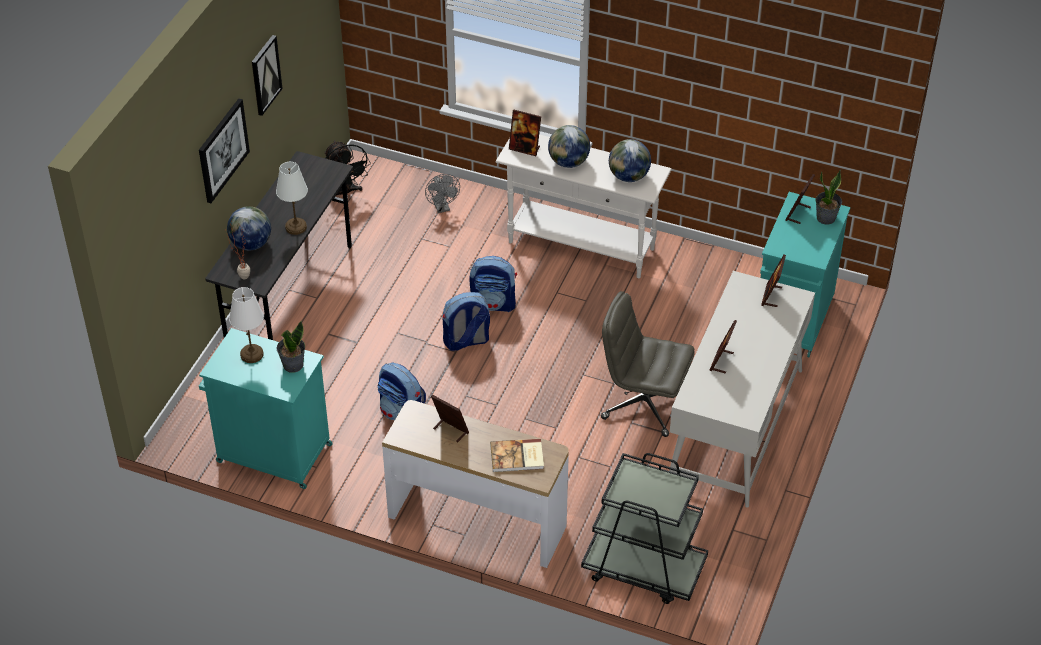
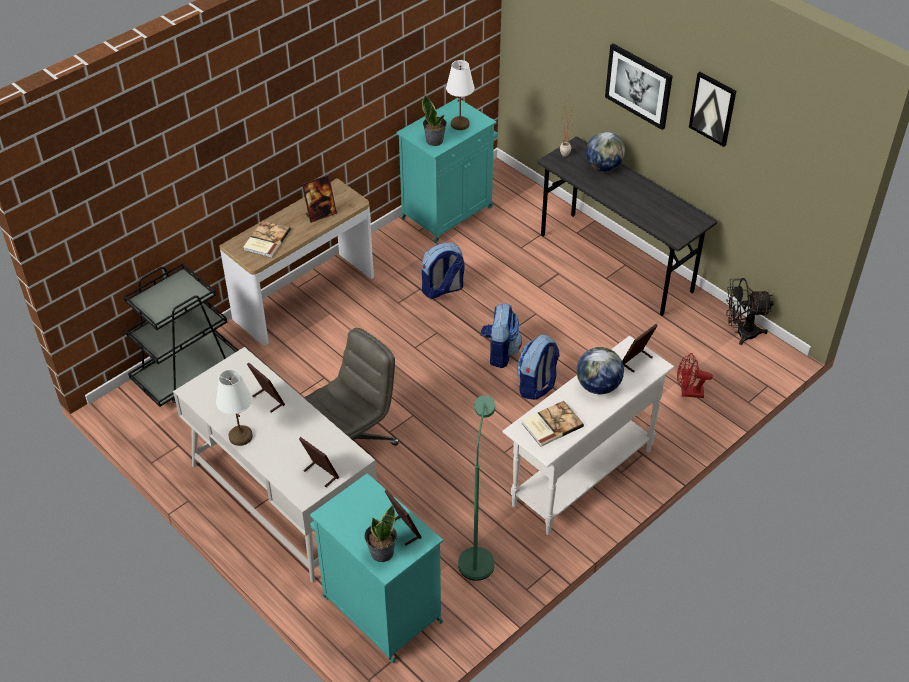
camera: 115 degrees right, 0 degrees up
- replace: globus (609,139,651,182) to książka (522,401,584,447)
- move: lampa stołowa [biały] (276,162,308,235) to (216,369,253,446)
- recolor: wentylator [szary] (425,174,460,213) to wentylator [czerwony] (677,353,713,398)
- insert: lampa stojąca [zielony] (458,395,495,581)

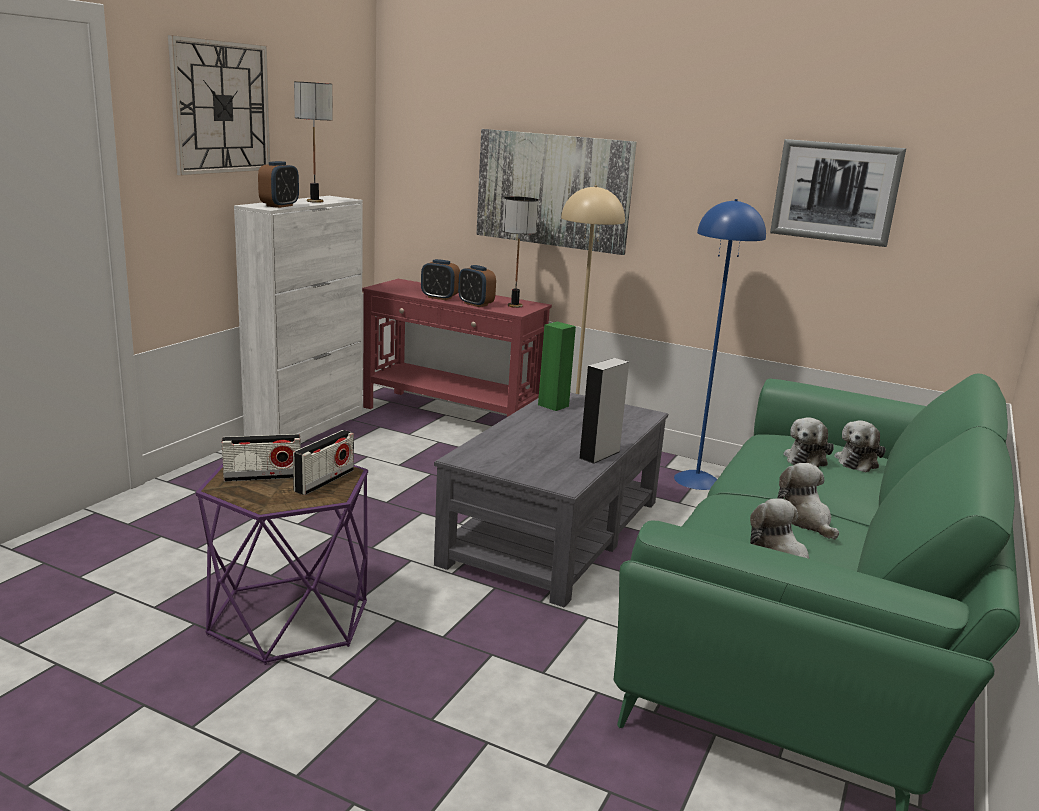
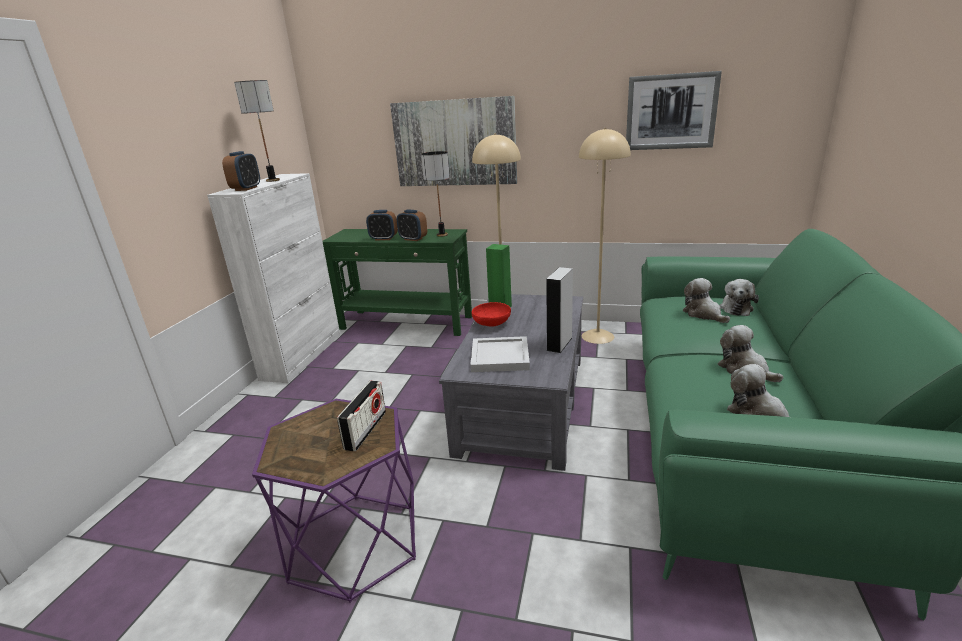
camera: 10 degrees left, 5 degrees up
- delete: zegar ścienny (168,35,270,175)
- recolor: lampa stojąca [niebieski] (674,199,766,490) to lampa stojąca [beżowy] (579,128,631,344)
- recolor: stolik konsolowy [czerwony] (362,279,552,417) to stolik konsolowy [zielony] (322,229,472,336)
- rotate: pluszak (783,417,834,468) = (683,278,730,323) 135 degrees clockwise
- delete: radio (222,434,301,482)
- insert: miska [czerwony] (471,302,511,327)
- insert: taca [biały] (470,336,530,372)

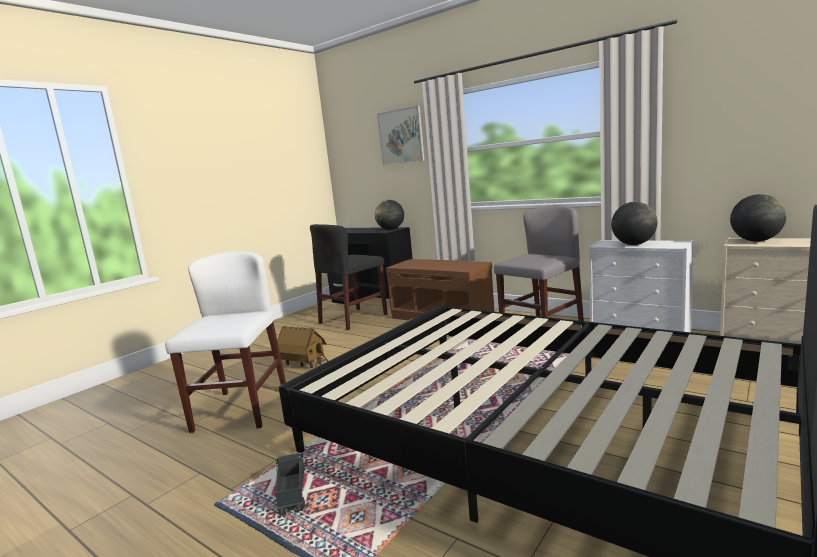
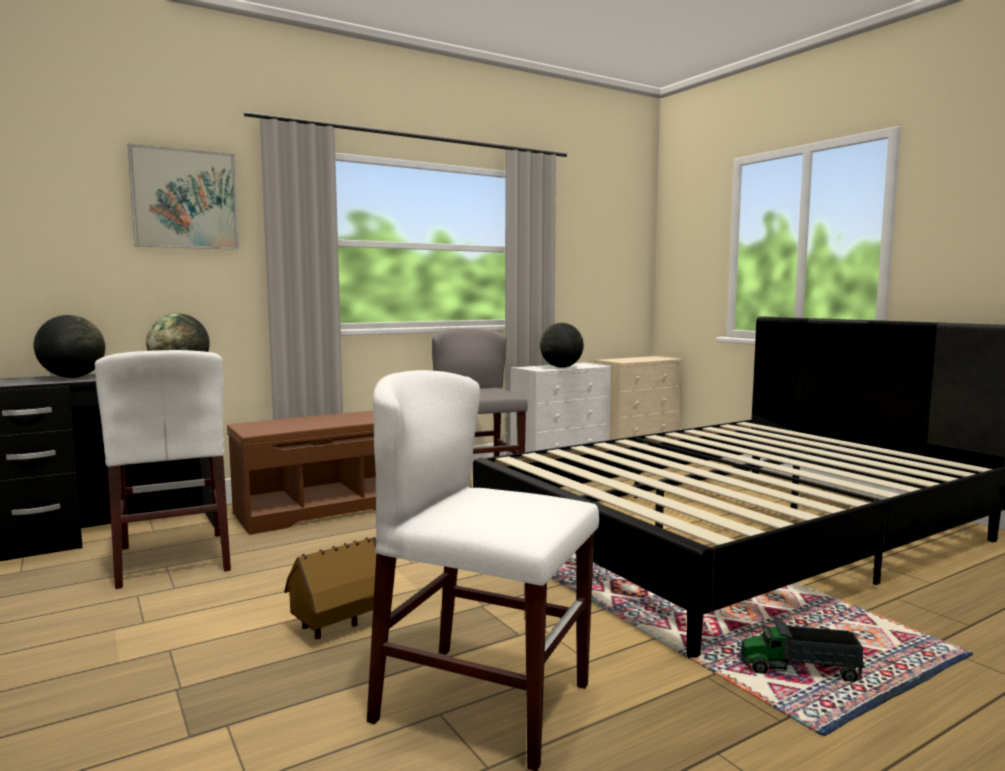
camera: 70 degrees left, 5 degrees down
- move: globus (730,194,786,242) to (34,315,105,378)
- recolor: krzesło [czarny] (310,224,387,330) to krzesło [biały] (95,350,231,589)

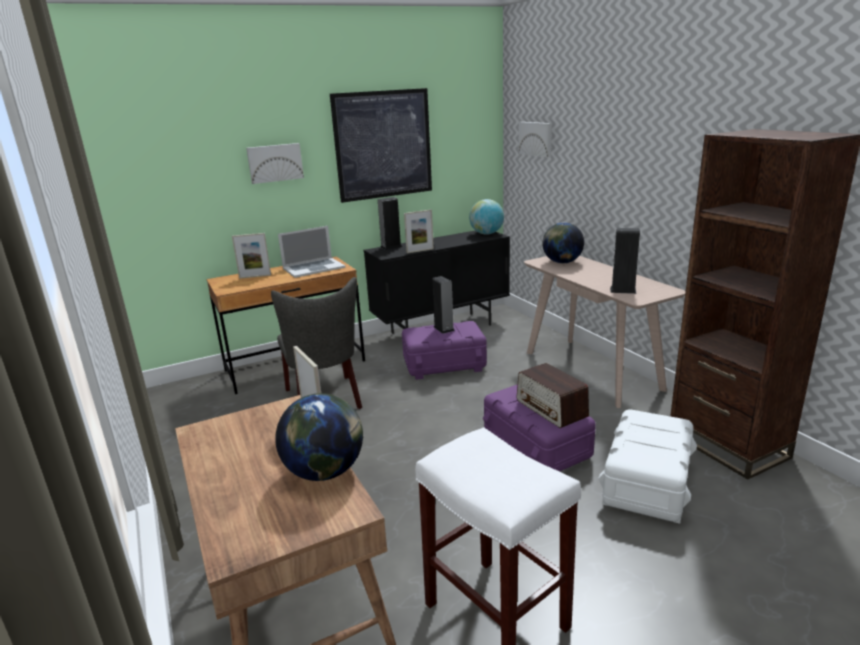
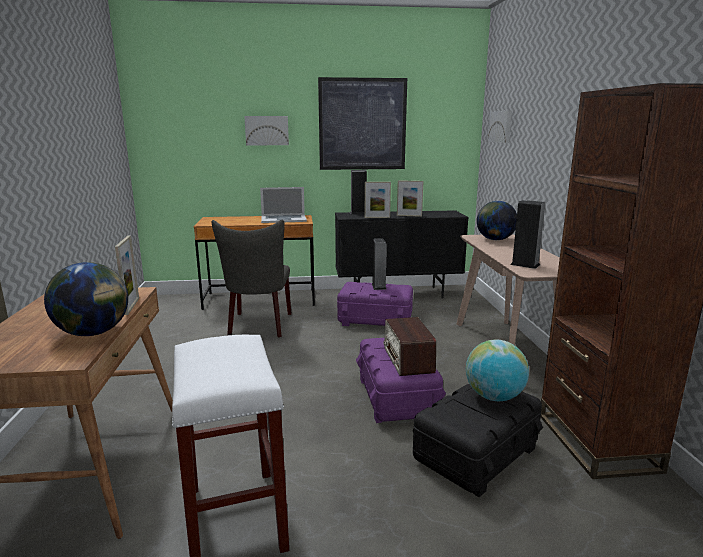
camera: 20 degrees right, 5 degrees down
- move: globus (469,199,504,235) to (466,339,529,401)
- move: ramka na zdjęcie (232,233,271,279) to (397,180,424,217)
- recolor: pojemnik do przechowywania [biały] (598,409,697,524) to pojemnik do przechowywania [czarny] (413,384,543,497)

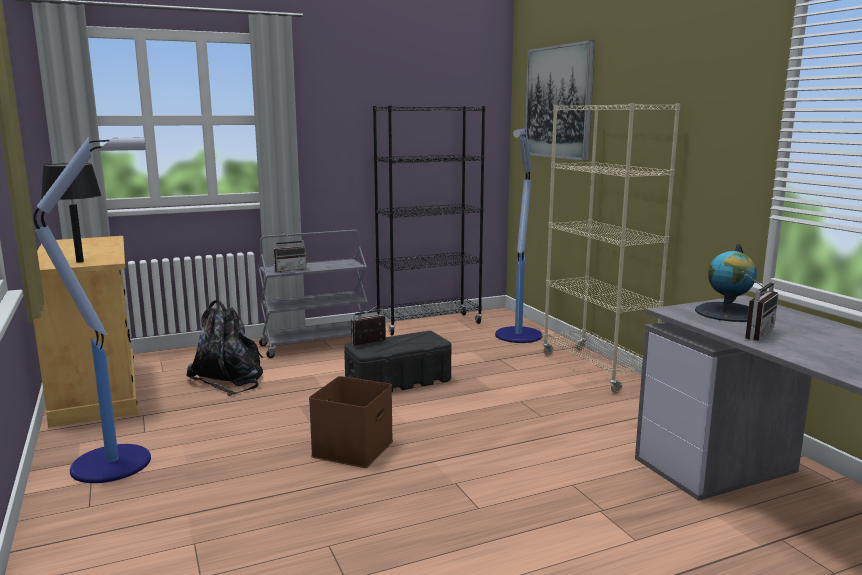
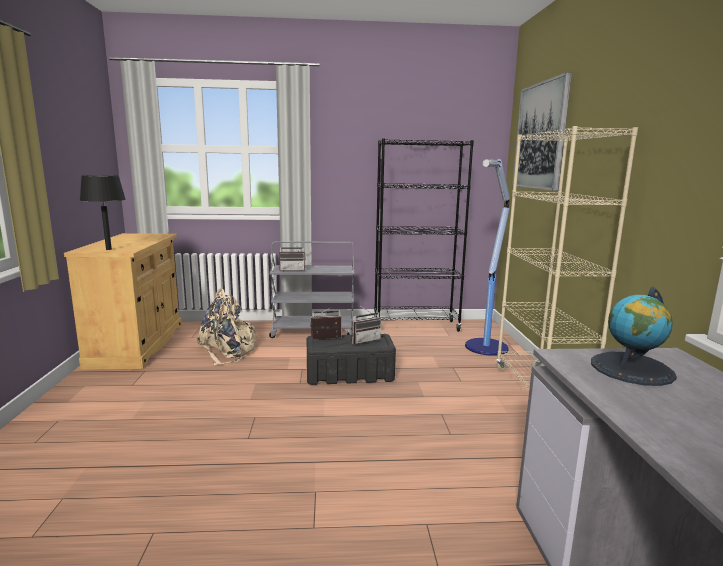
camera: 20 degrees right, 0 degrees up
- delete: lampa stojąca (33,137,151,483)
- move: radio (743,272,779,341) to (352,304,381,344)
- recolor: plecak [czarny] (186,300,263,396) to plecak [beżowy] (197,288,259,365)
- delete: pojemnik do przechowywania [brązowy] (309,376,393,468)

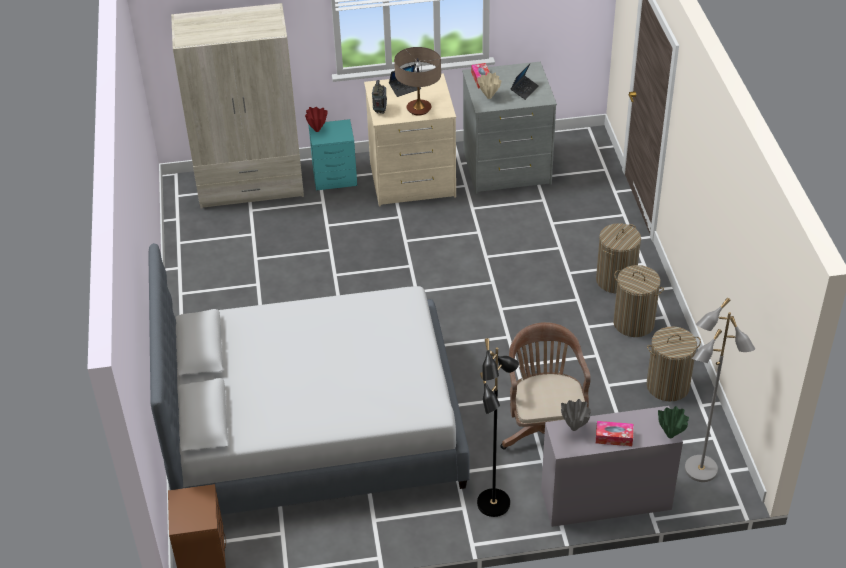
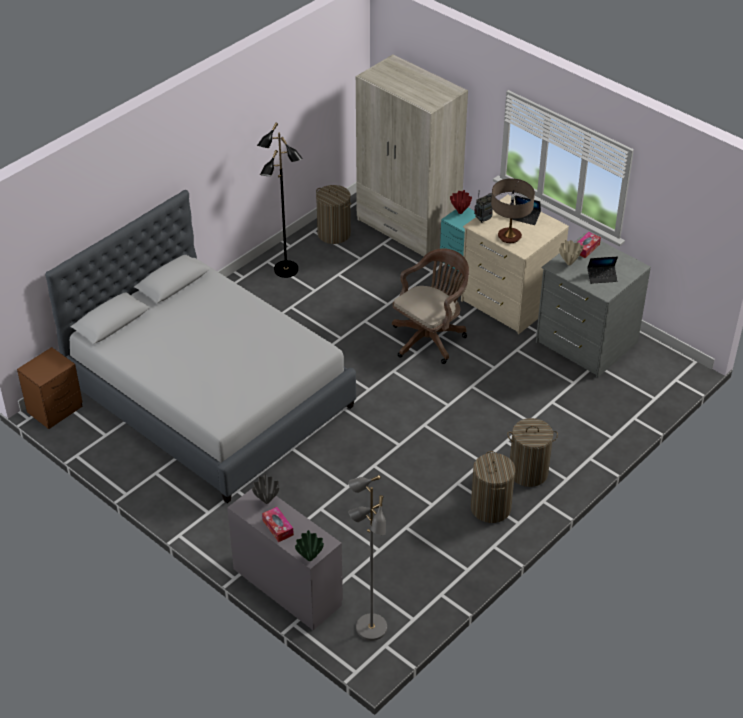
camera: 50 degrees right, 0 degrees up
- move: krzesło biurowe [brązowy] (501,322,591,450) to (392,248,469,364)
- move: kosz na pranie (646,326,701,402) to (316,185,352,244)
- move: lampa stojąca [czarny] (477,338,519,517) to (257,123,303,278)

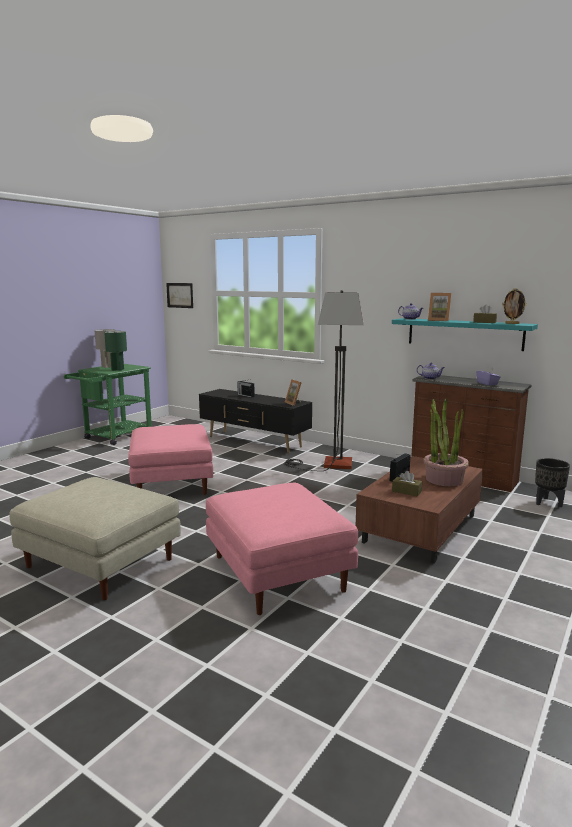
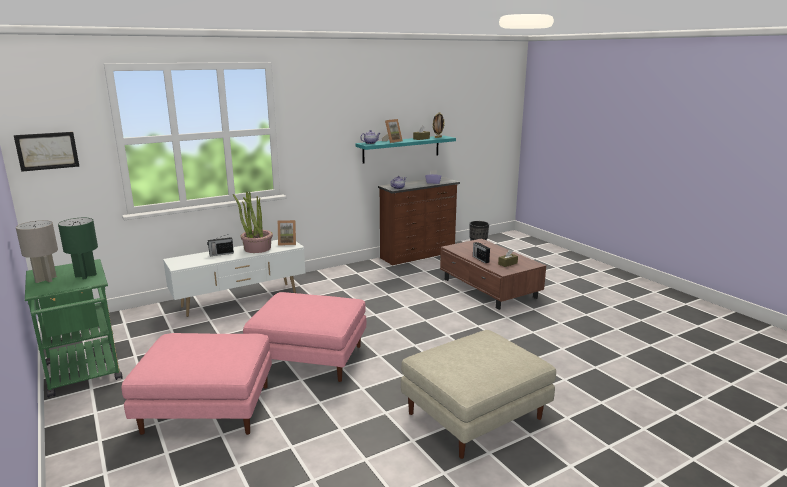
camera: 65 degrees left, 5 degrees up
- delete: lampa stojąca (285,290,364,471)
- recolor: szafka pod telewizor [czarny] (199,389,312,453) to szafka pod telewizor [biały] (163,240,305,317)
- move: roślina doniczkowa (424,398,469,486) to (233,191,273,253)
- move: pufa [różowy] (206,483,358,615) to (121,333,272,435)

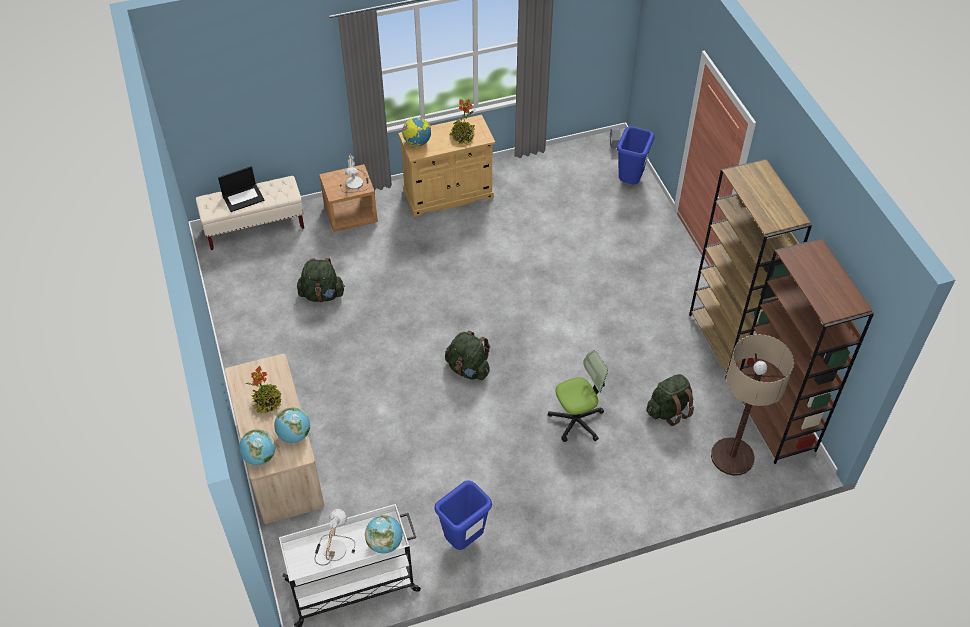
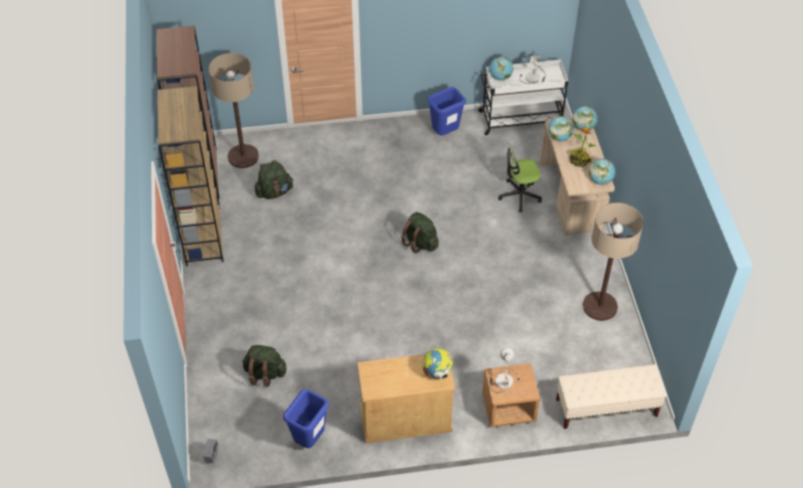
camera: 170 degrees left, 0 degrees up
- delete: roślina doniczkowa (450,99,476,145)
- move: kosz na śmieci [niebieski] (617,126,655,184) to (283,389,329,448)
- delete: laptop (218,166,265,212)
- move: plecak [zielony] (297,258,345,302) to (242,345,287,386)
- move: krzesło biurowe (548,350,608,442) to (498,143,542,213)
- insert: globus (589,159,615,185)
- insert: lampa stojąca (583,203,644,321)

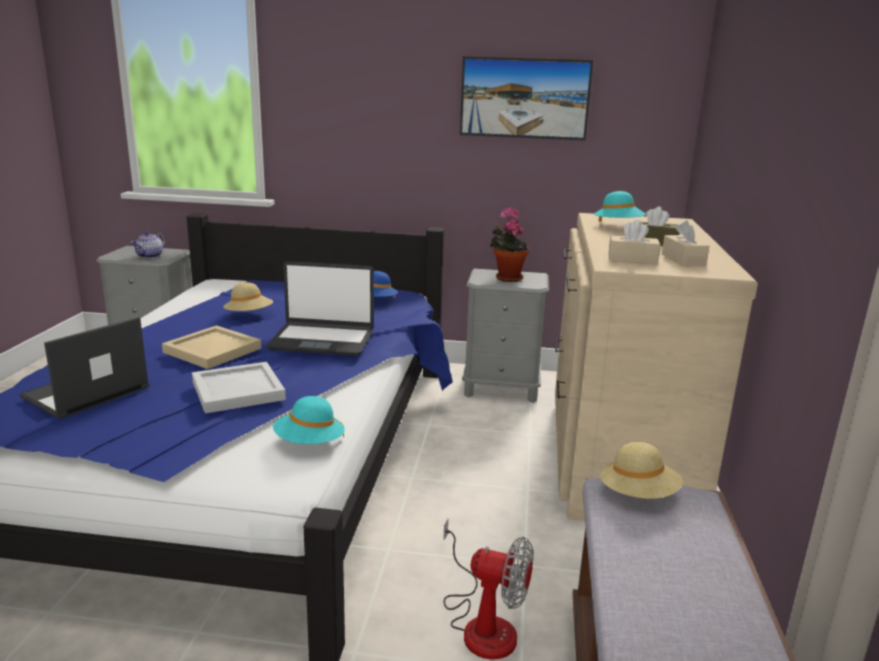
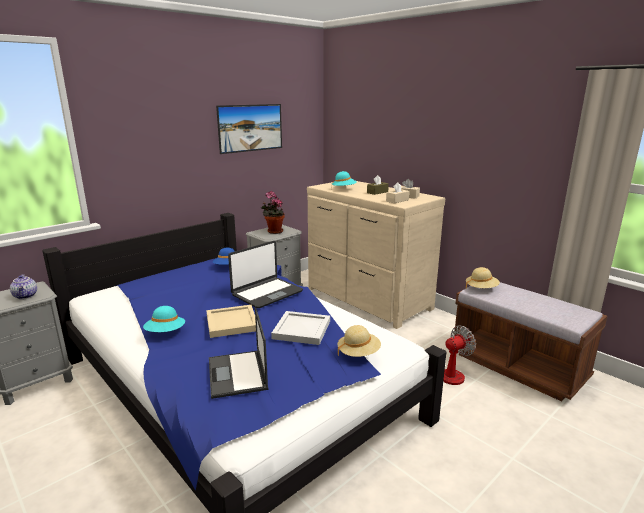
camera: 50 degrees left, 0 degrees up
- move: kapelusz [beżowy] (223,282,273,311) to (337,325,381,357)
- move: kapelusz [turkusowy] (273,396,345,444) to (143,306,185,332)

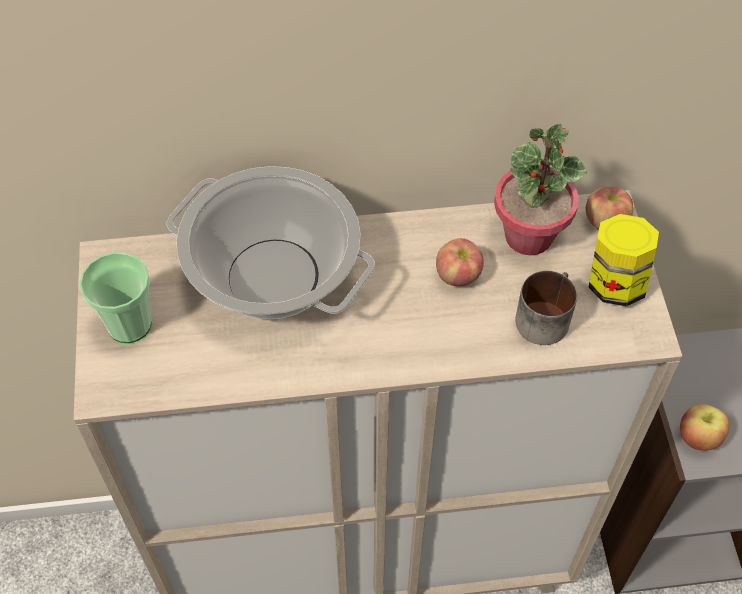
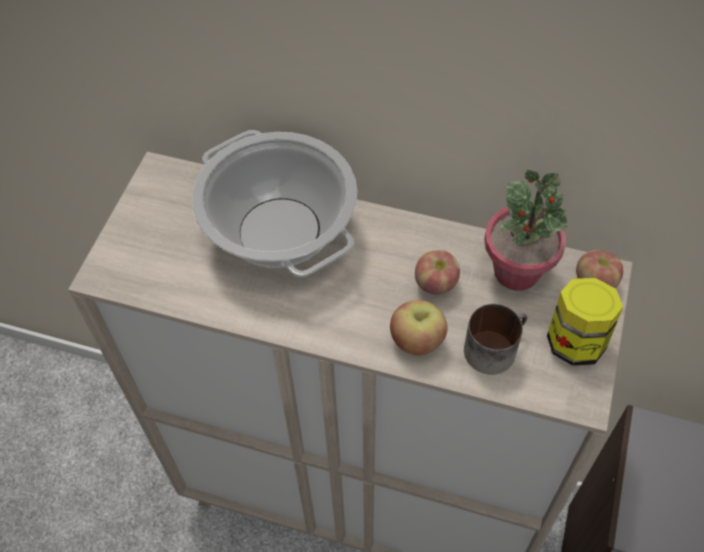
camera: 25 degrees right, 0 degrees up
- delete: filiżanka (79,252,152,343)
- move: jabłko (680,404,729,451) to (390,300,448,356)

